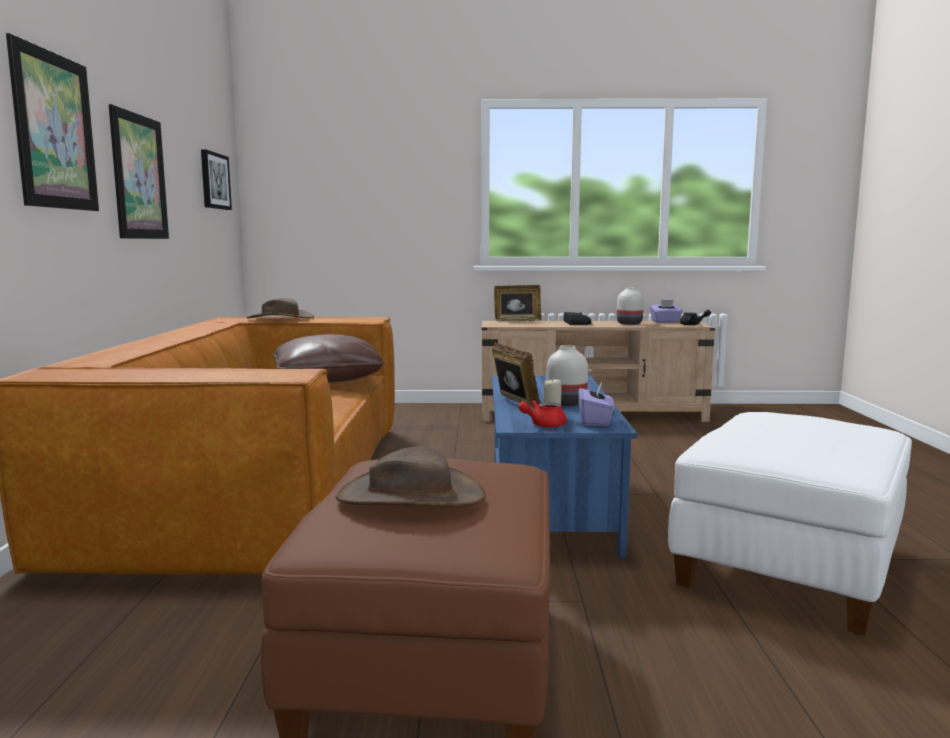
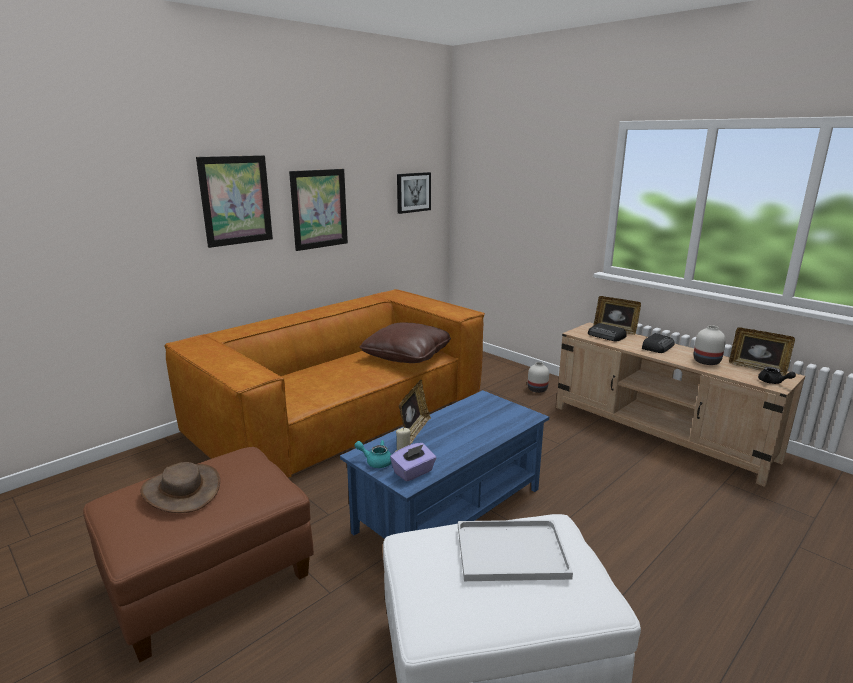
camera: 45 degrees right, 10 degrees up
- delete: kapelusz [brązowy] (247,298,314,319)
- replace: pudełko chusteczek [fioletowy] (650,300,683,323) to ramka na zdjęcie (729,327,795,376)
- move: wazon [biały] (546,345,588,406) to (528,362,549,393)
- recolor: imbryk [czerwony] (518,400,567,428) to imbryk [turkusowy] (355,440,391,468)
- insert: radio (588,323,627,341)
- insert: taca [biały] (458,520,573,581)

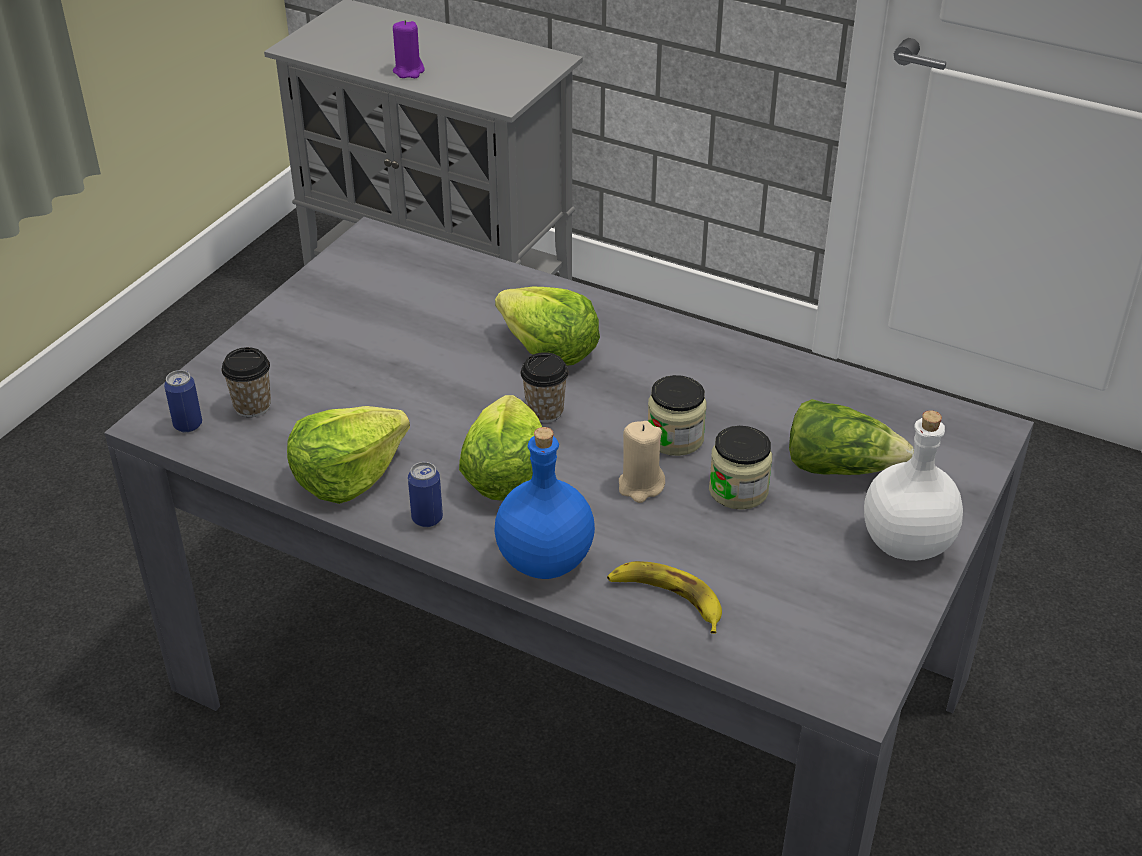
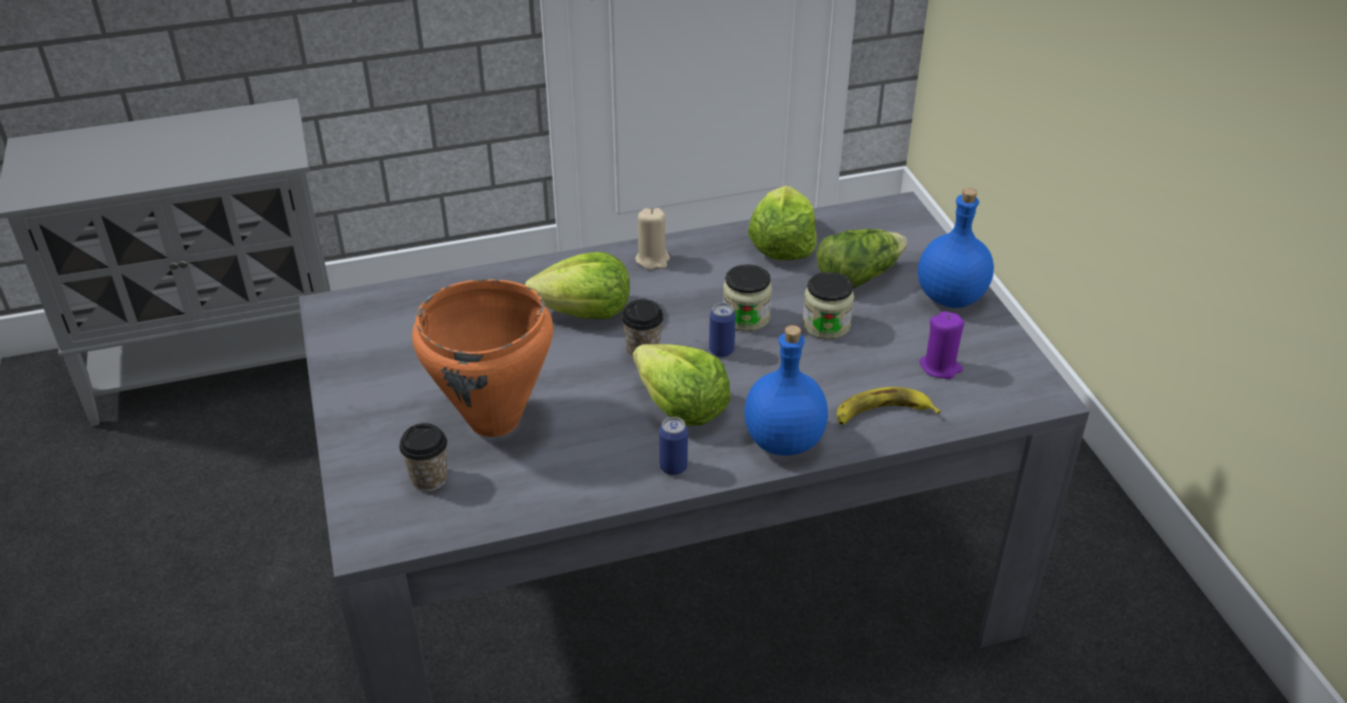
camera: 45 degrees left, 0 degrees up
- move: świeca [fioletowy] (393,20,425,78) to (919,311,964,379)
- move: puszka (164,370,202,433) to (709,303,736,357)
- move: sałata (287,406,410,504) to (748,186,817,260)
- recolor: butelka [biały] (864,410,963,561) to butelka [niebieski] (918,188,994,308)
- move: świeca [beżowy] (619,421,665,503) to (635,208,670,270)
- insert: garnek [pomarańczowy] (412,279,553,437)

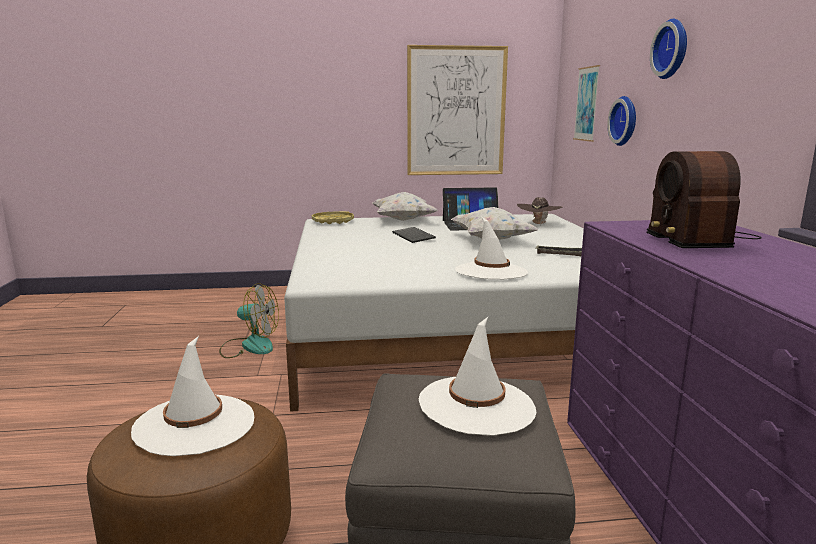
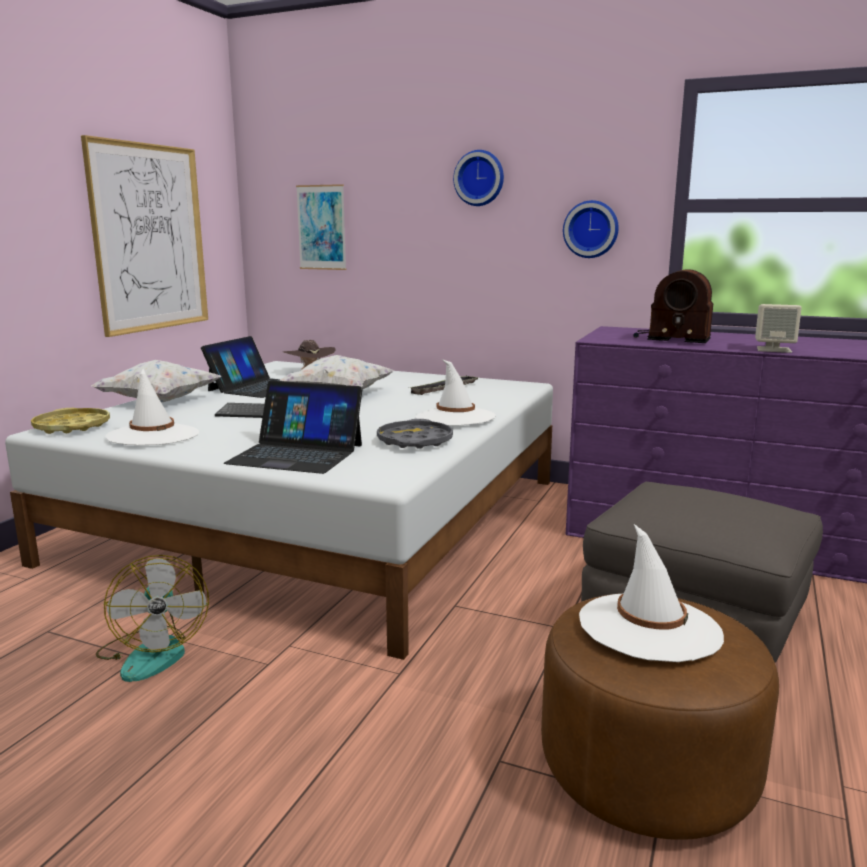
camera: 60 degrees left, 0 degrees up
- move: zegar ścienny (607,96,636,146) to (563,200,619,258)
- rotate: wentylator (219,283,279,358) = (95,555,209,682) 120 degrees clockwise
- move: kapelusz [biały] (419,317,537,436) to (105,369,199,445)
- insert: głośnik [beżowy] (755,304,802,353)
- insert: laptop (224,381,363,474)
- insert: taca [szary] (377,419,453,449)

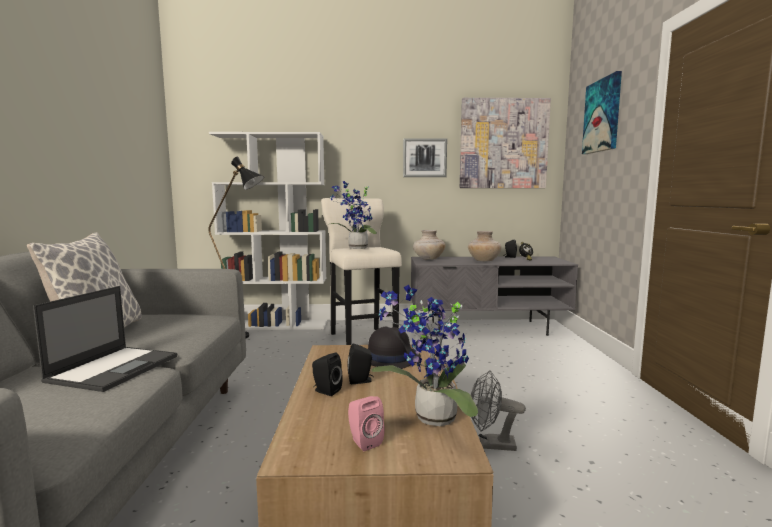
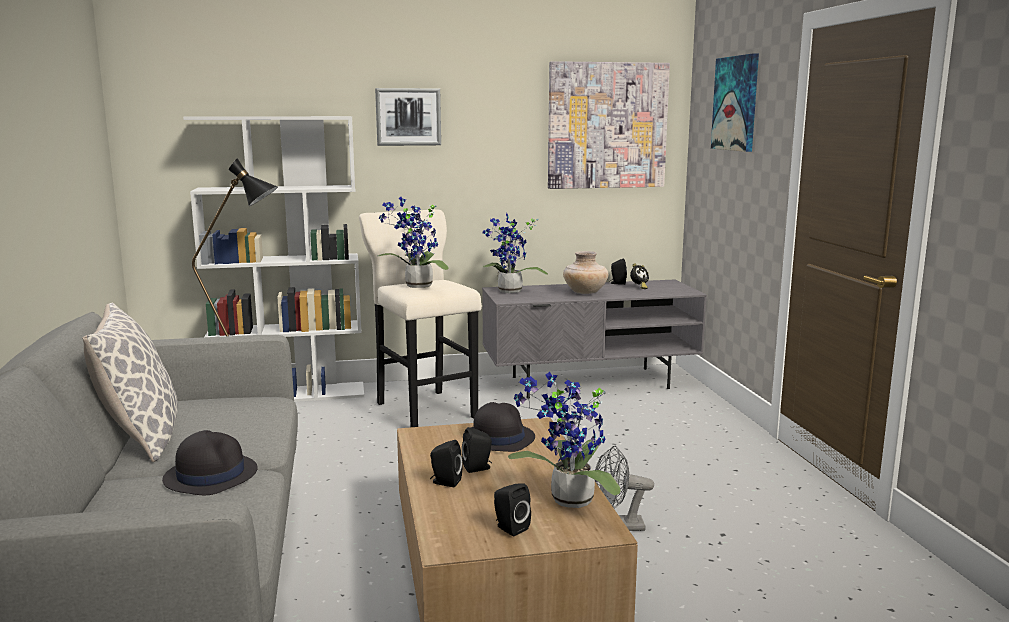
camera: 10 degrees left, 5 degrees up
- move: obraz (403,138,447,177) to (375,88,441,146)
- replace: wazon [beżowy] (413,230,445,260) to roślina doniczkowa (483,213,548,293)
- replace: laptop (33,286,177,392) to kapelusz [czarny] (162,430,258,496)
- recolor: głośnik [różowy] (348,396,385,451) to głośnik [czarny] (494,483,531,536)

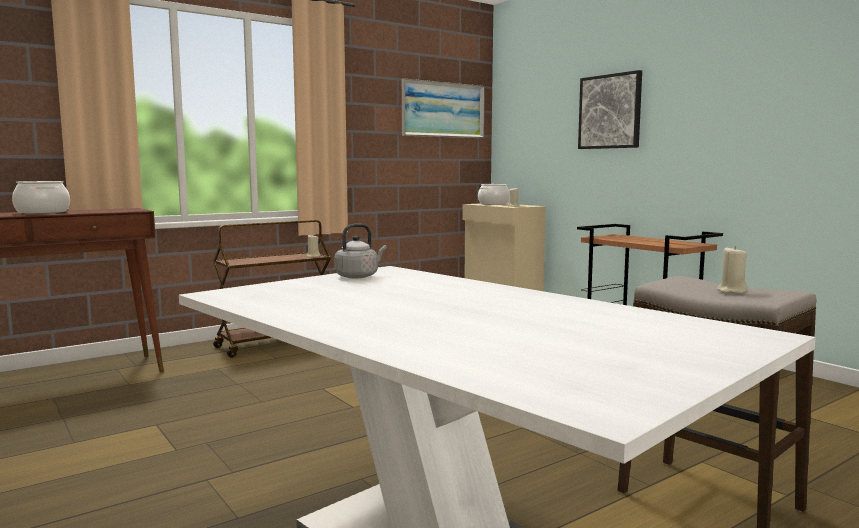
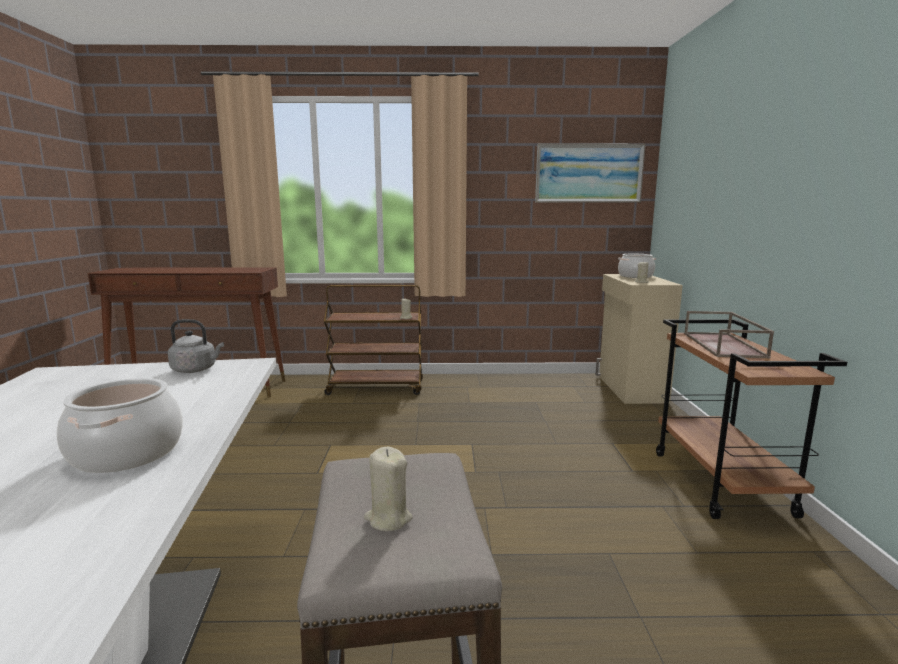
camera: 35 degrees right, 5 degrees up
- delete: obraz (578,70,642,149)
- move: garnek (12,181,70,214) to (57,378,183,473)
- insert: taca [brązowy] (684,311,774,359)

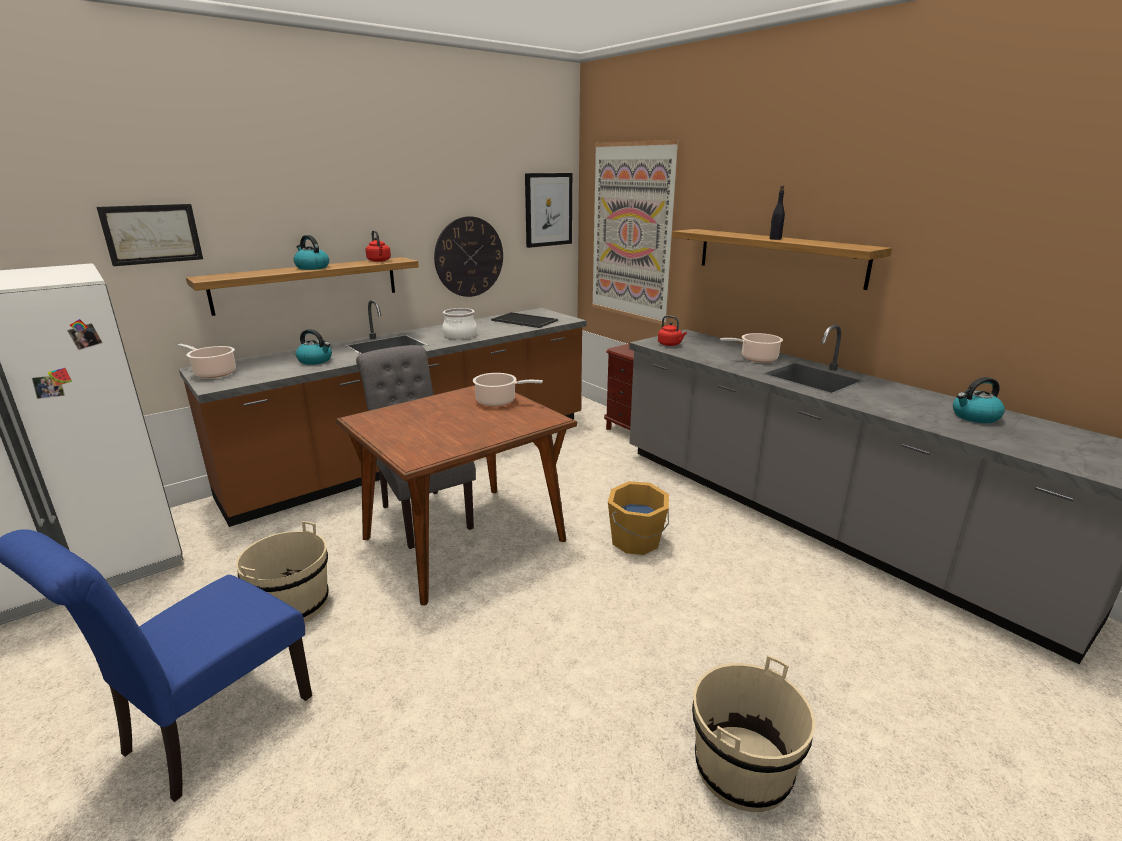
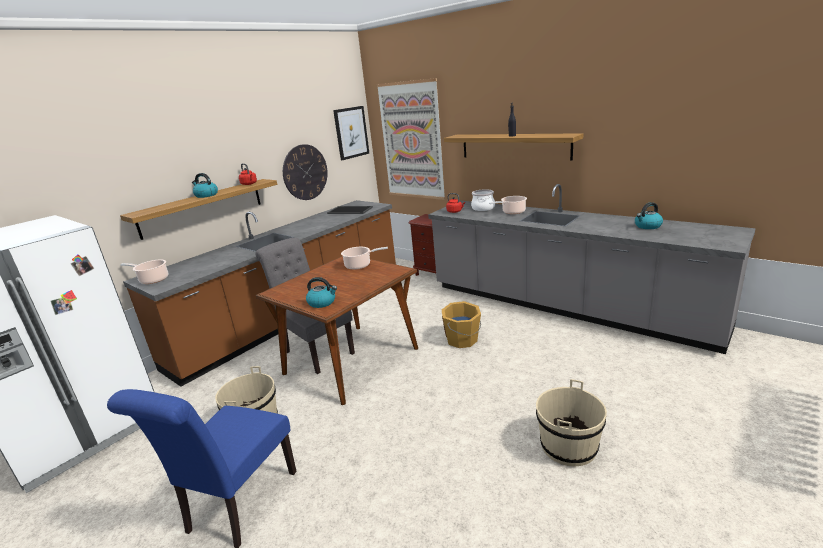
camera: 10 degrees left, 0 degrees up
- delete: obraz (96,204,203,266)
- move: garnek (442,308,477,339) to (471,189,495,211)
- move: czajnik (296,329,332,365) to (306,277,337,308)

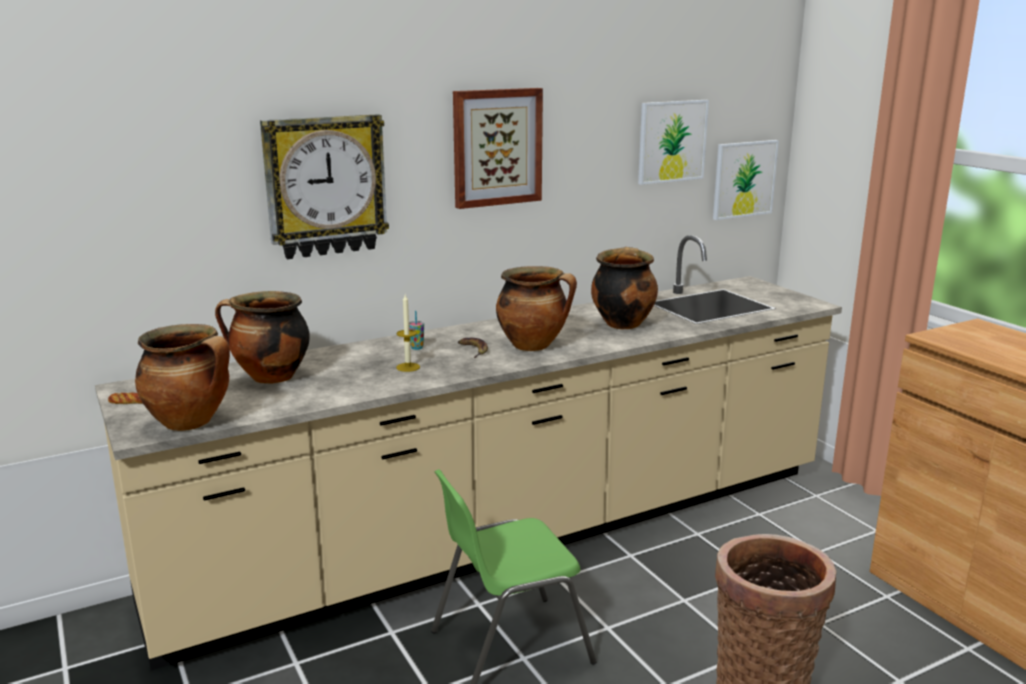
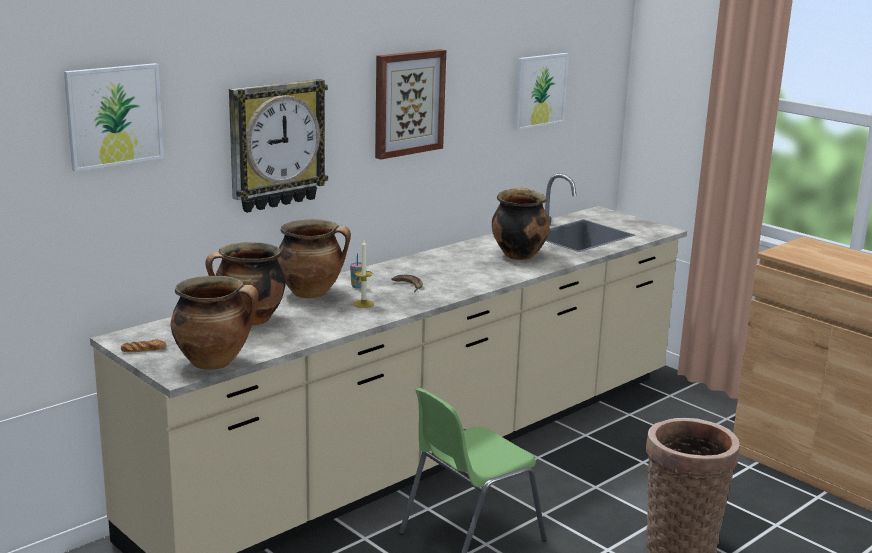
camera: 15 degrees left, 0 degrees up
- move: obraz (713,140,779,220) to (64,63,164,172)
- move: garnek (496,266,577,351) to (277,220,351,298)

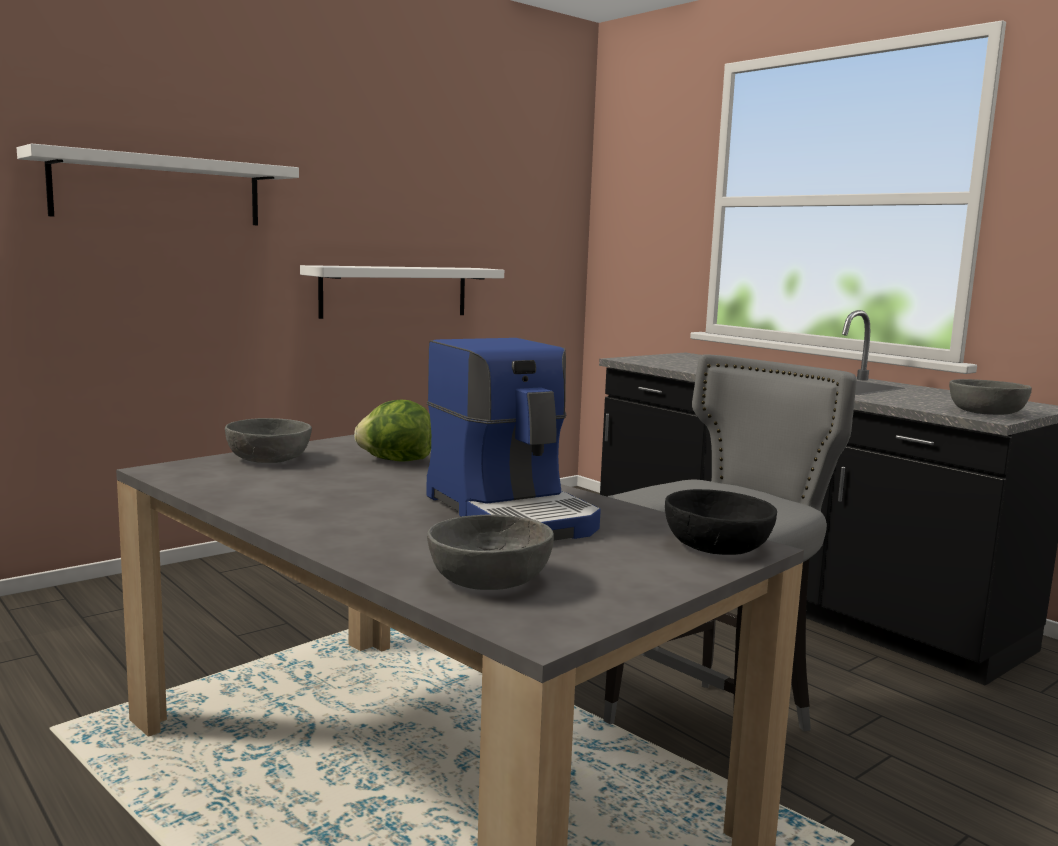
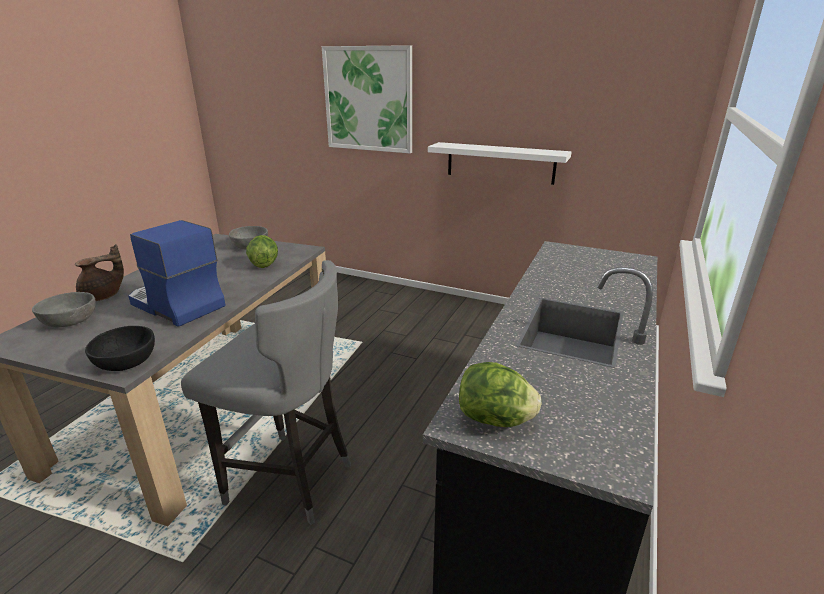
camera: 65 degrees right, 15 degrees up
- replace: półka [biały] (17,143,299,225) to obraz (322,45,412,153)
- rotate: ekspres do kawy (426,338,601,541) = (128,220,225,327) 90 degrees clockwise
- replace: miska [szary] (949,379,1032,415) to sałata (459,362,542,427)
- insert: imbryk [brązowy] (75,244,124,301)

